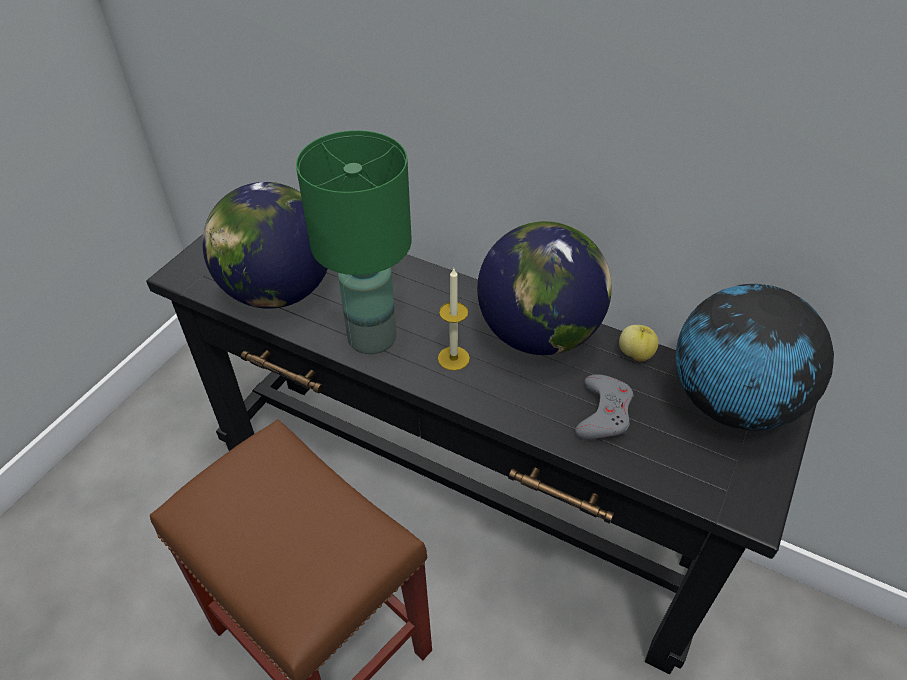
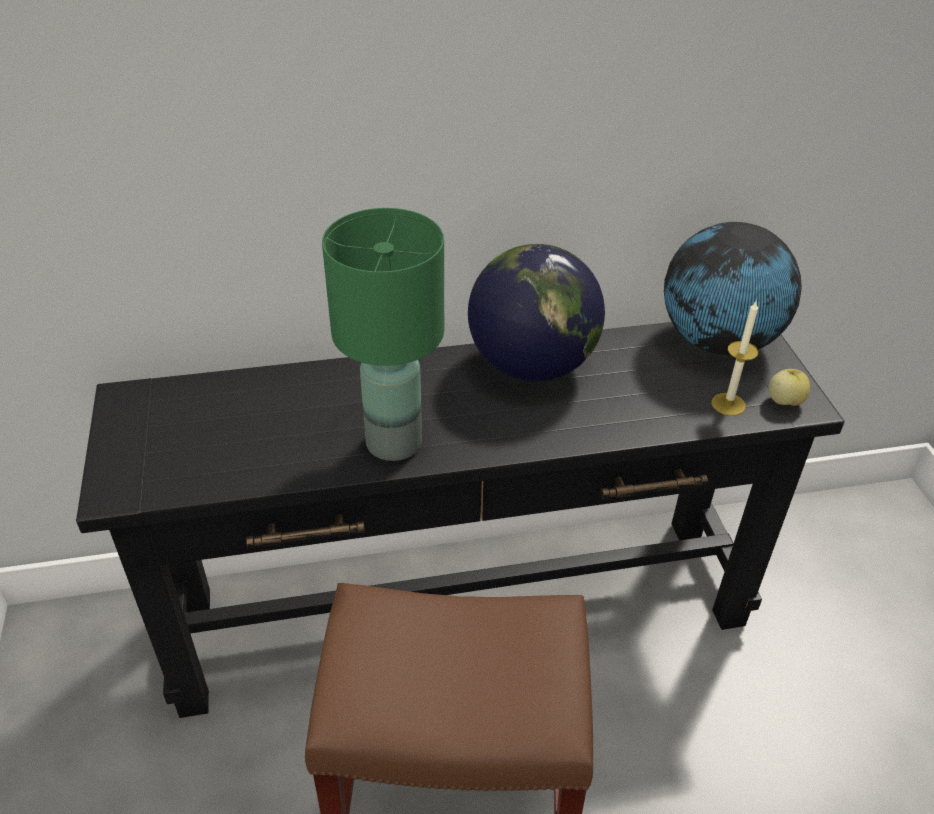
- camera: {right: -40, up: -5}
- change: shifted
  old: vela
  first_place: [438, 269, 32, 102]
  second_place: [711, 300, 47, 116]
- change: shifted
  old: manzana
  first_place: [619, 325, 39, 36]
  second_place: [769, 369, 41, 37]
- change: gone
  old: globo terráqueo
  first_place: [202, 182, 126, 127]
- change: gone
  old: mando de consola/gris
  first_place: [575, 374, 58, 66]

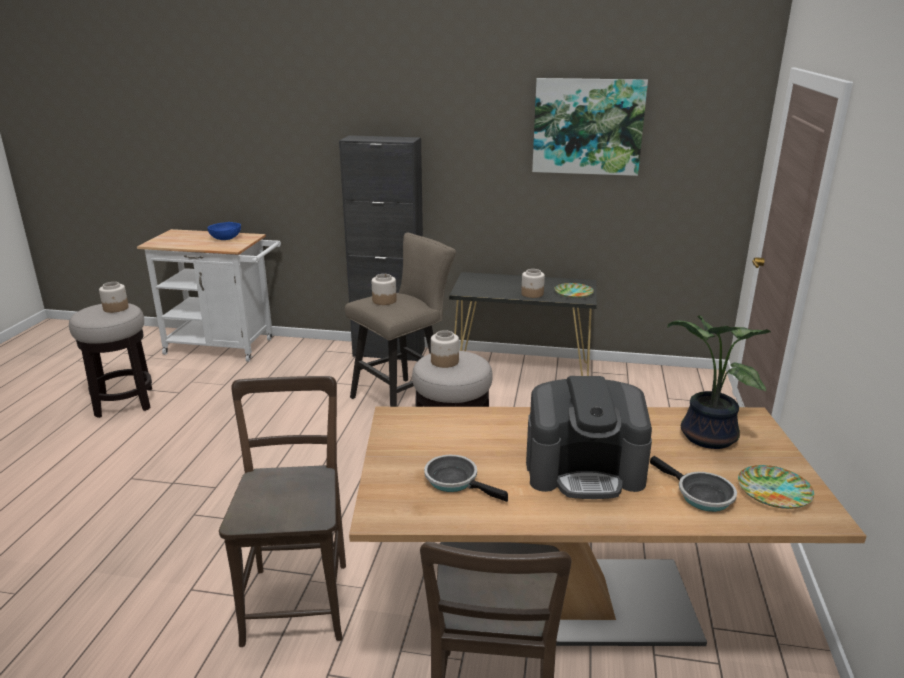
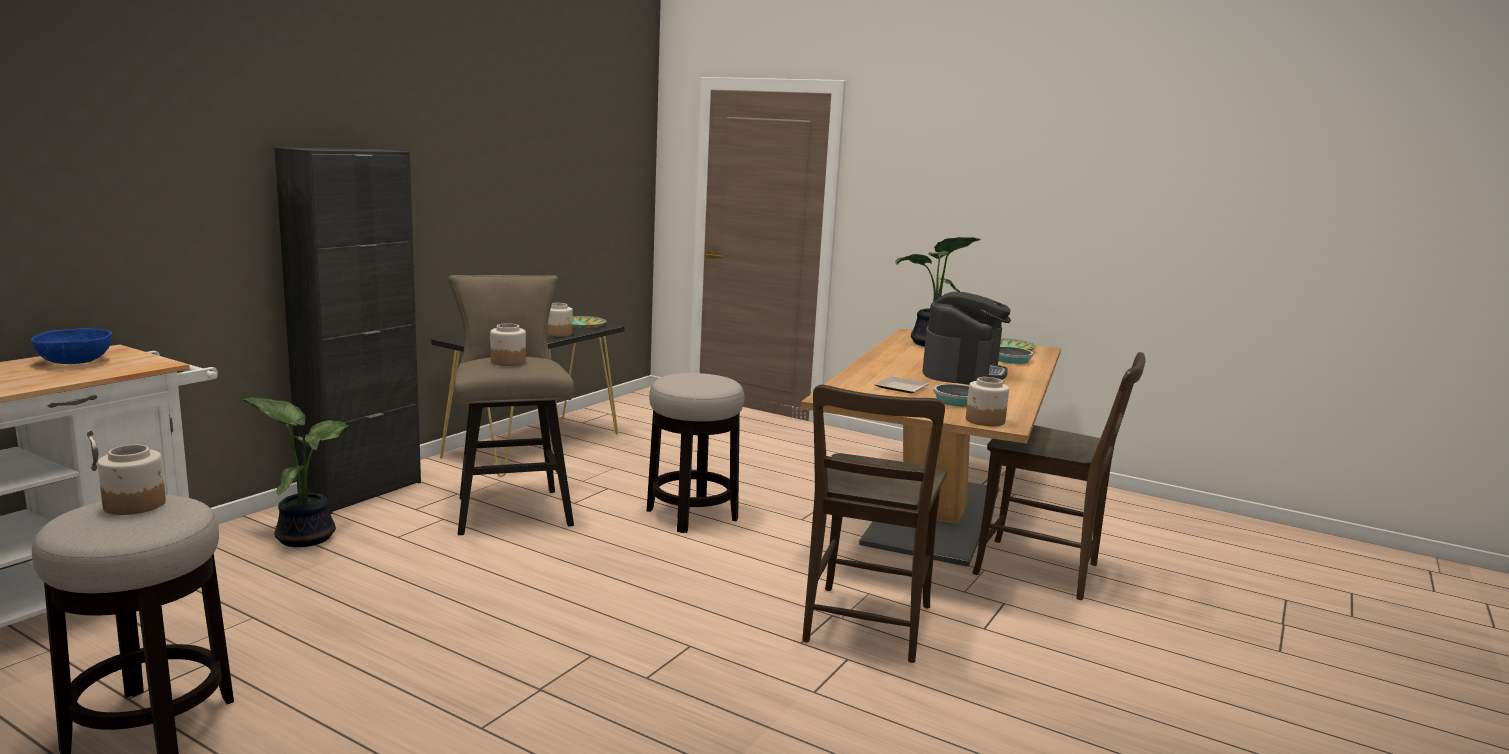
- camera: {right: -70, up: -10}
- change: new
  new: planta en maceta
  second_place: [242, 397, 109, 150]
- change: rotated
  old: silla/marrón
  first_place: [219, 376, 127, 271]
  second_place: [802, 385, 145, 278]
  degrees: -90
- change: new
  new: plato
  second_place: [874, 376, 55, 17]
- change: shifted
  old: tarro
  first_place: [431, 330, 28, 38]
  second_place: [966, 377, 43, 49]
- change: gone
  old: cuadro
  first_place: [532, 78, 116, 98]

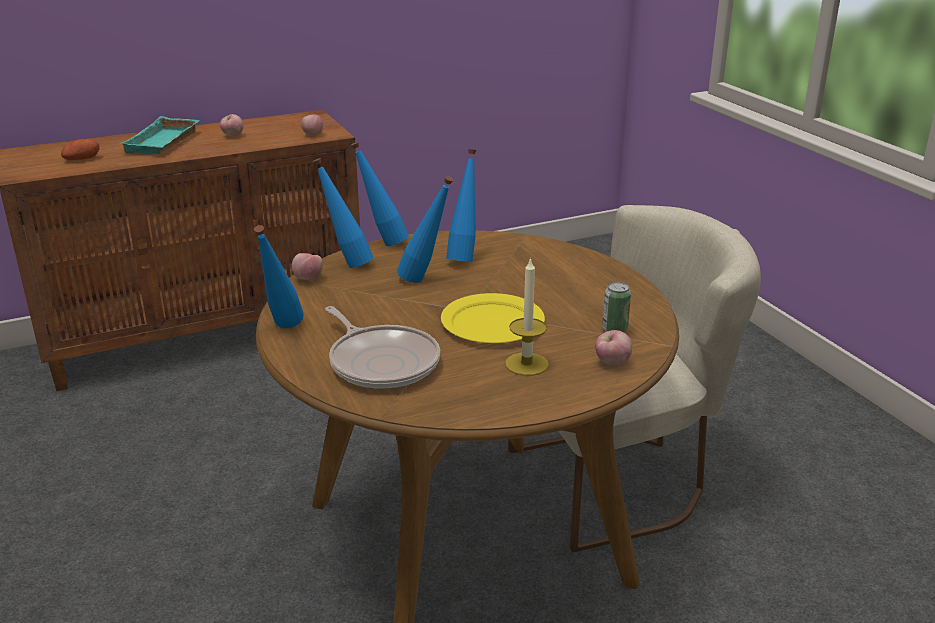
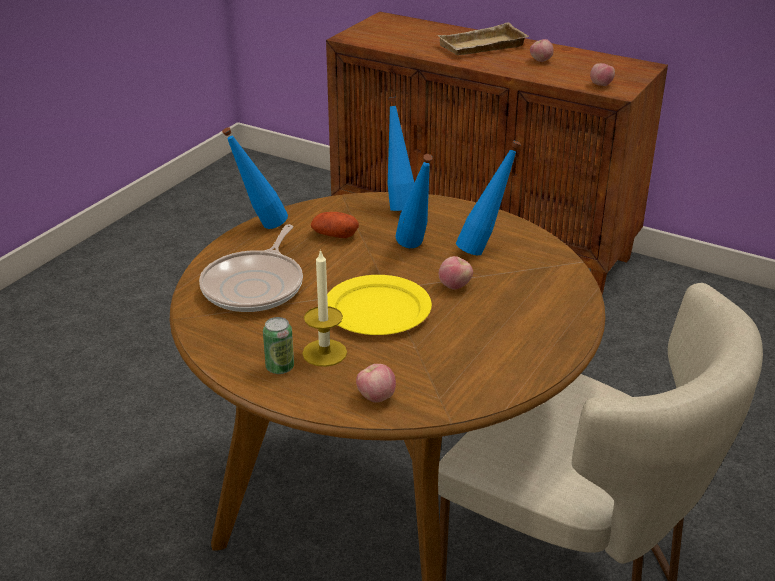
- camera: {right: 55, up: 5}
- change: shifted
  old: lata
  first_place: [602, 282, 29, 50]
  second_place: [263, 317, 31, 57]
- change: shifted
  old: patata
  first_place: [61, 139, 39, 21]
  second_place: [311, 212, 48, 26]
- change: repainted
  old: bandeja/turquesa
  new: bandeja/beis
  first_place: [119, 116, 80, 38]
  second_place: [437, 22, 92, 33]
- change: shifted
  old: manzana
  first_place: [292, 253, 31, 28]
  second_place: [439, 256, 34, 34]
- change: gone
  old: botella/azul
  first_place: [351, 142, 58, 104]

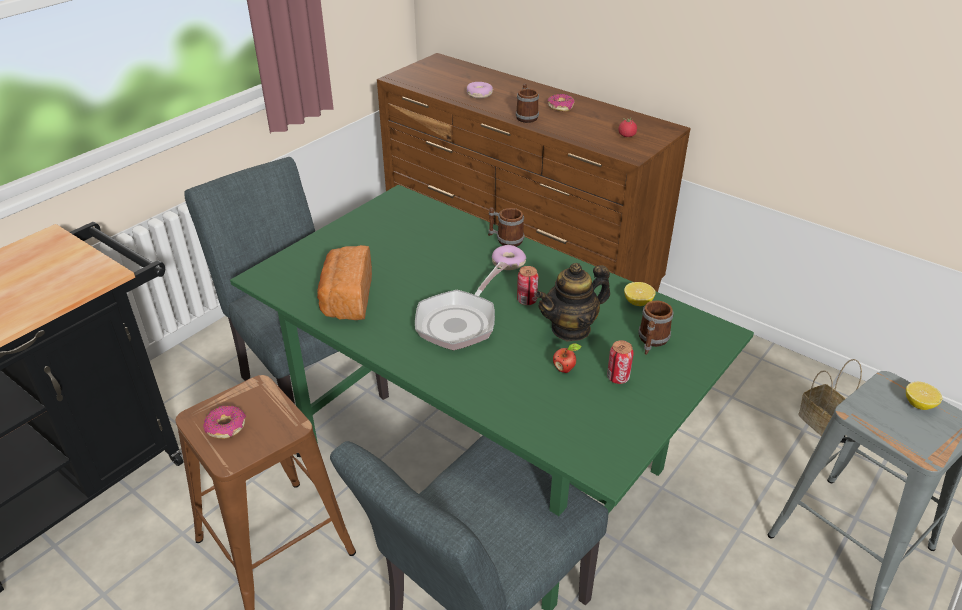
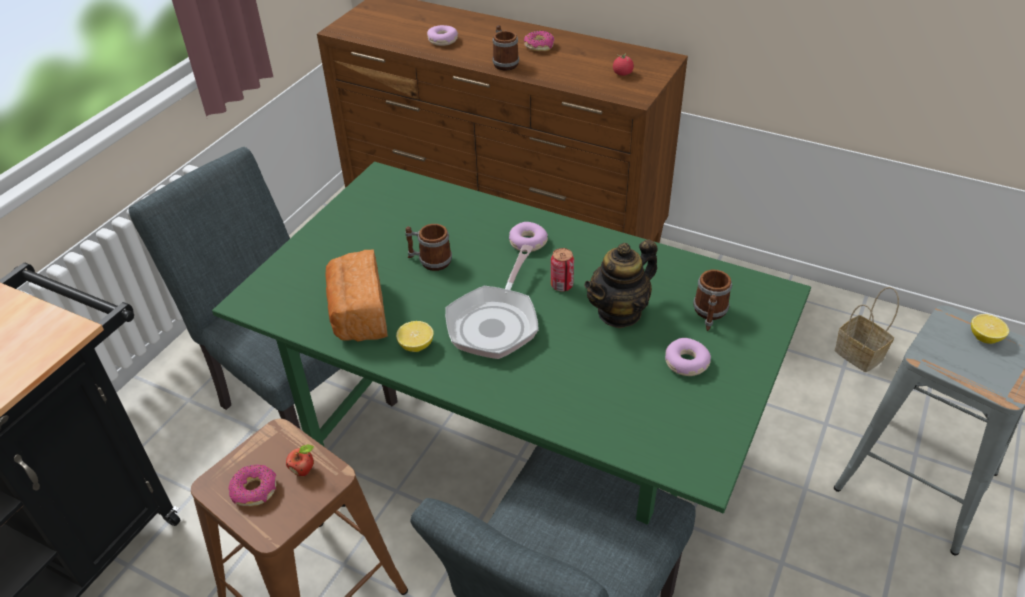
- camera: {right: -10, up: 5}
- change: shifted
  old: manzana
  first_place: [553, 343, 28, 30]
  second_place: [286, 444, 28, 32]
- change: shifted
  old: limón
  first_place: [624, 282, 32, 24]
  second_place: [396, 321, 38, 31]
- change: shifted
  old: taza grande
  first_place: [488, 207, 36, 40]
  second_place: [405, 224, 47, 47]
- change: swapped
  old: lata
  new: rosquilla
  first_place: [607, 340, 27, 44]
  second_place: [665, 338, 46, 38]

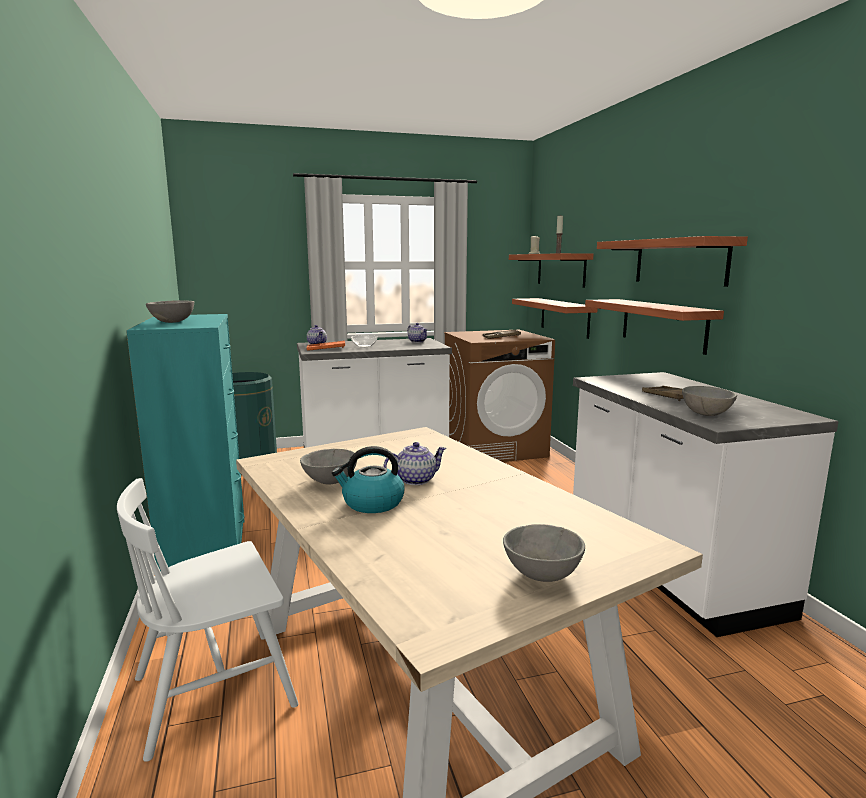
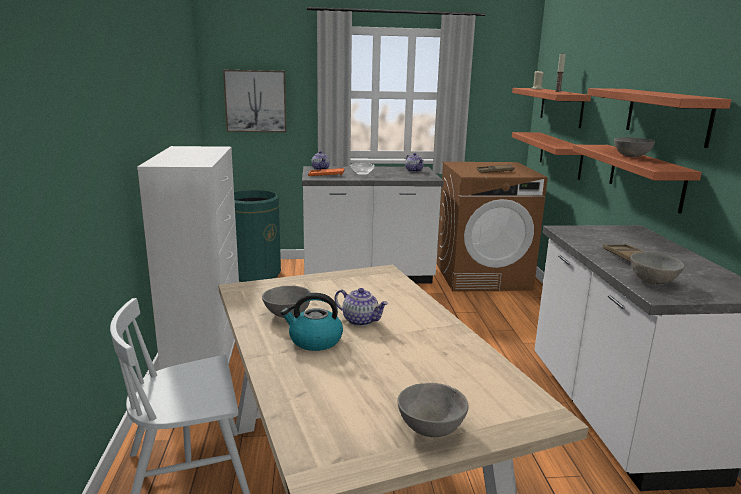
- camera: {right: 10, up: 5}
- change: repainted
  old: cómoda/turquesa
  new: cómoda/blanco
  first_place: [126, 314, 119, 257]
  second_place: [137, 146, 102, 224]
- change: new
  new: cuadro
  second_place: [223, 70, 64, 62]
- change: rotated
  old: tetera
  first_place: [384, 442, 63, 43]
  second_place: [335, 288, 53, 38]
  degrees: 45
- change: shifted
  old: cuenco/gris
  first_place: [146, 300, 48, 23]
  second_place: [614, 137, 41, 20]

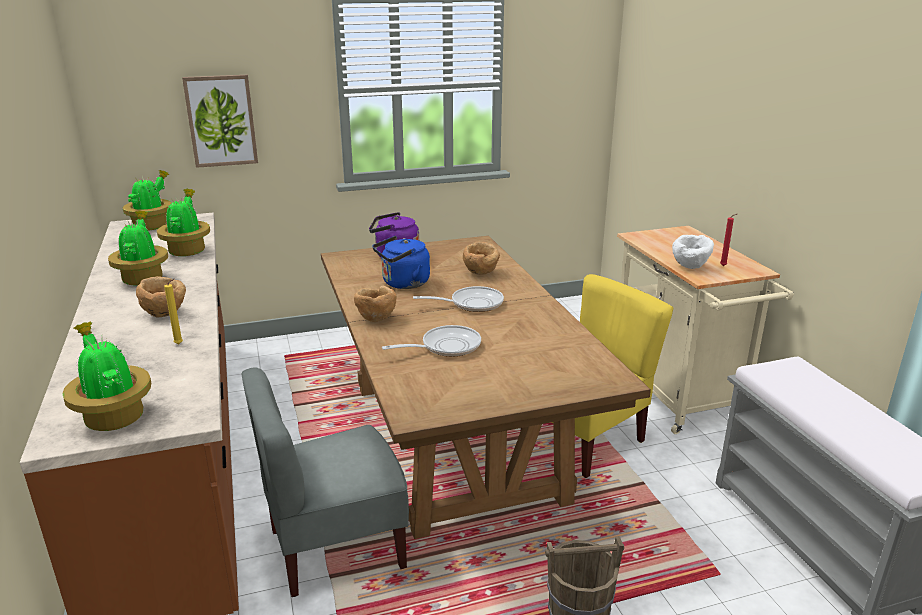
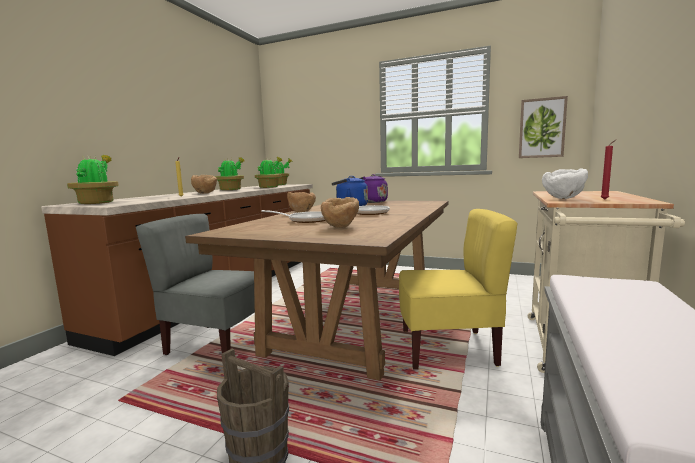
- camera: {right: 40, up: -15}
- change: shifted
  old: cuenco/marrón
  first_place: [463, 241, 37, 34]
  second_place: [321, 197, 38, 31]
- change: shifted
  old: cuadro
  first_place: [182, 75, 76, 93]
  second_place: [519, 96, 49, 62]

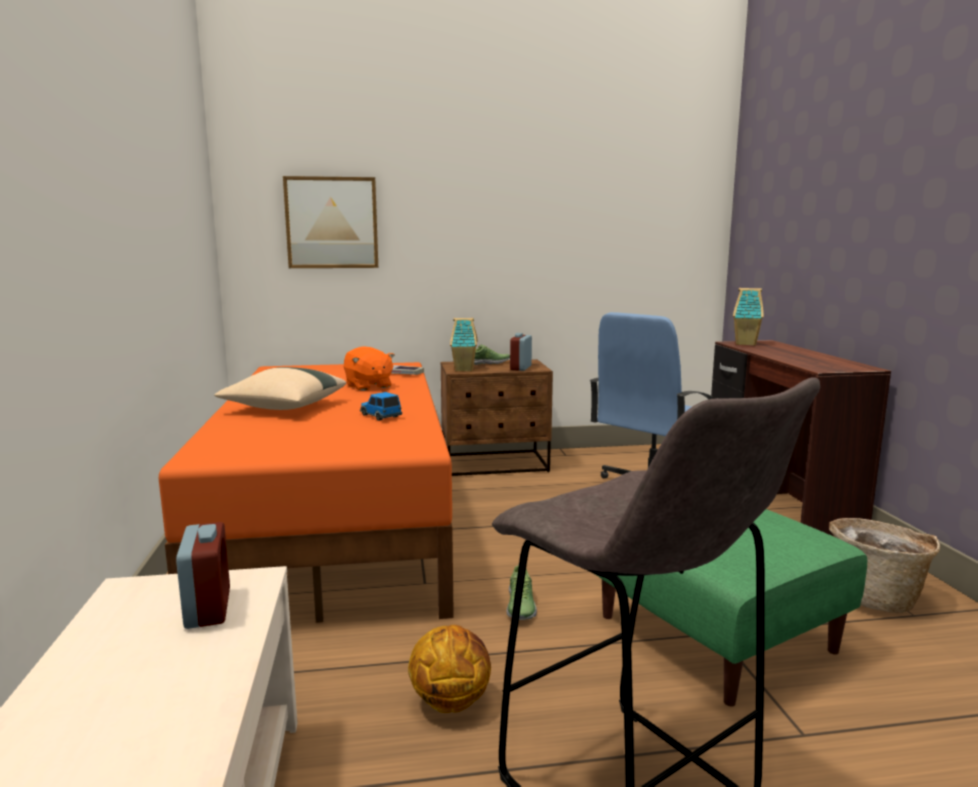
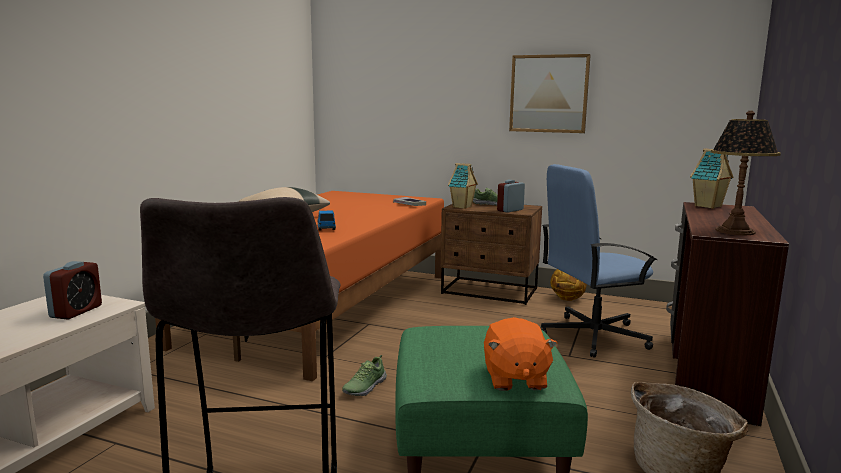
- camera: {right: 30, up: 0}
- change: shifted
  old: peluche/naranja
  first_place: [344, 346, 51, 45]
  second_place: [484, 317, 74, 74]
- change: shifted
  old: cuadro
  first_place: [283, 176, 95, 92]
  second_place: [509, 54, 82, 79]
- change: shifted
  old: balón de baloncesto
  first_place: [408, 625, 83, 88]
  second_place: [550, 269, 37, 32]
- change: new
  new: lámpara de mesa
  second_place: [711, 111, 70, 124]

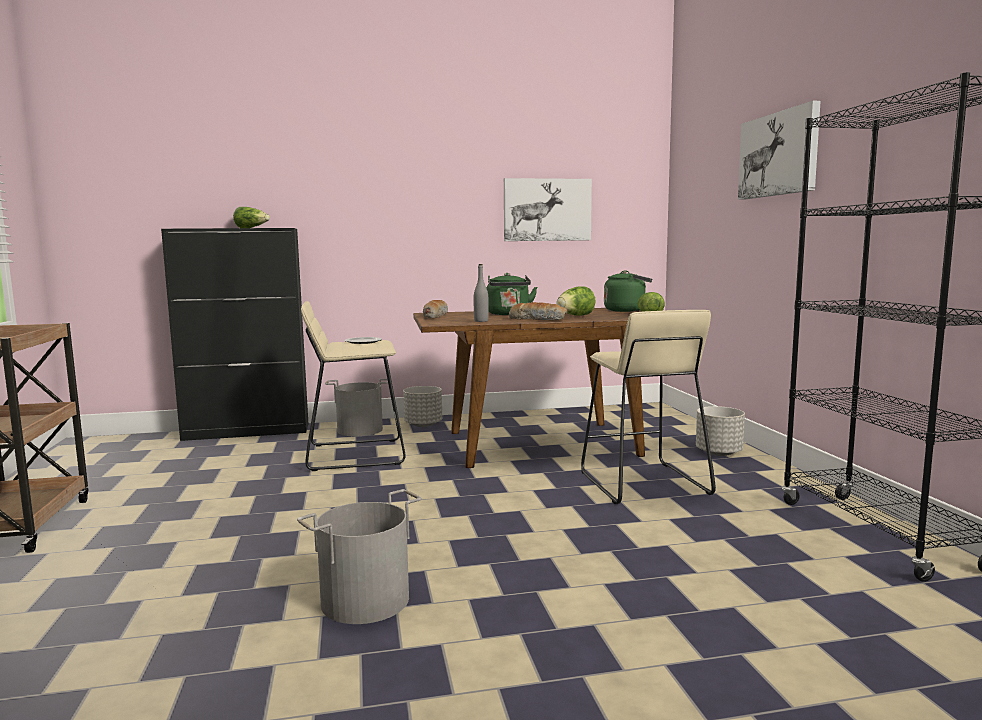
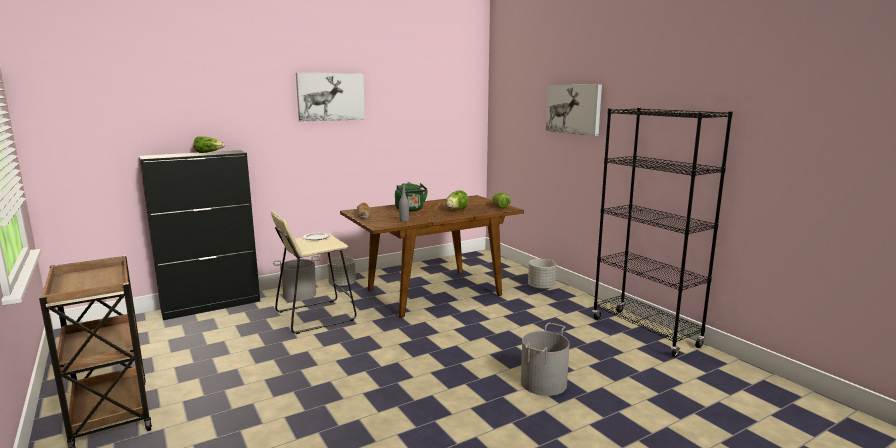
- camera: {right: -20, up: 5}
- change: shifted
  old: cuadro
  first_place: [504, 178, 88, 63]
  second_place: [296, 73, 69, 49]
- change: shifted
  old: cubo/gris
  first_place: [297, 489, 125, 135]
  second_place: [521, 323, 49, 73]
- change: gone
  old: pan
  first_place: [509, 302, 58, 18]
- change: gone
  old: taburete/beis
  first_place: [581, 310, 135, 194]
- change: gone
  old: hervidor/verde
  first_place: [604, 270, 48, 42]

